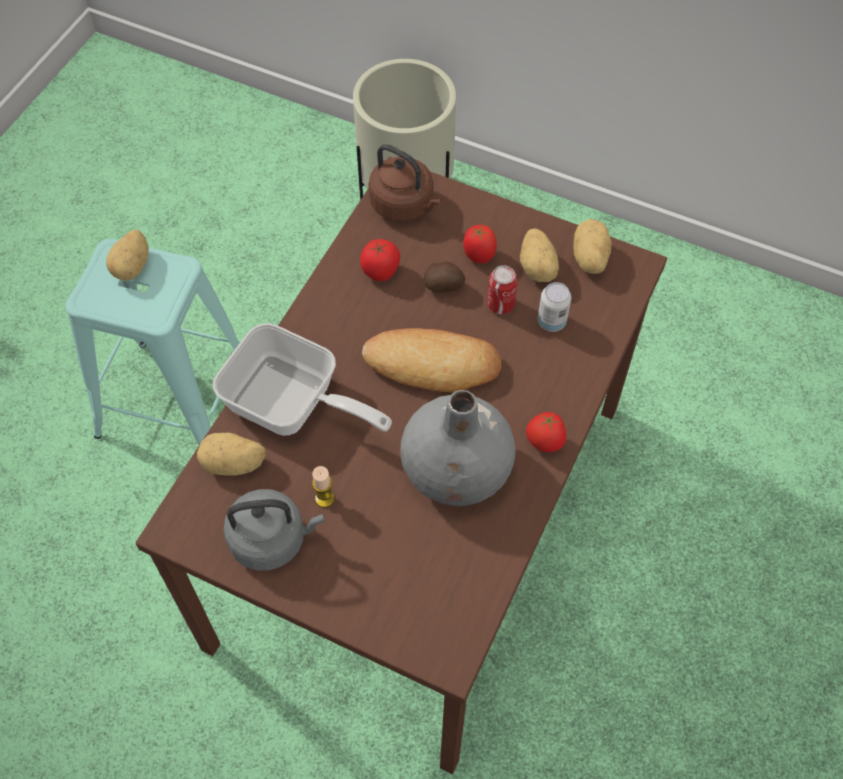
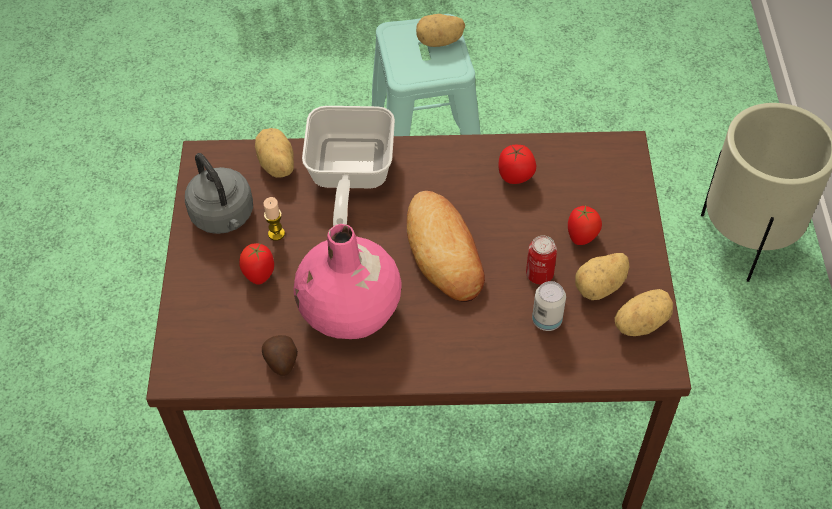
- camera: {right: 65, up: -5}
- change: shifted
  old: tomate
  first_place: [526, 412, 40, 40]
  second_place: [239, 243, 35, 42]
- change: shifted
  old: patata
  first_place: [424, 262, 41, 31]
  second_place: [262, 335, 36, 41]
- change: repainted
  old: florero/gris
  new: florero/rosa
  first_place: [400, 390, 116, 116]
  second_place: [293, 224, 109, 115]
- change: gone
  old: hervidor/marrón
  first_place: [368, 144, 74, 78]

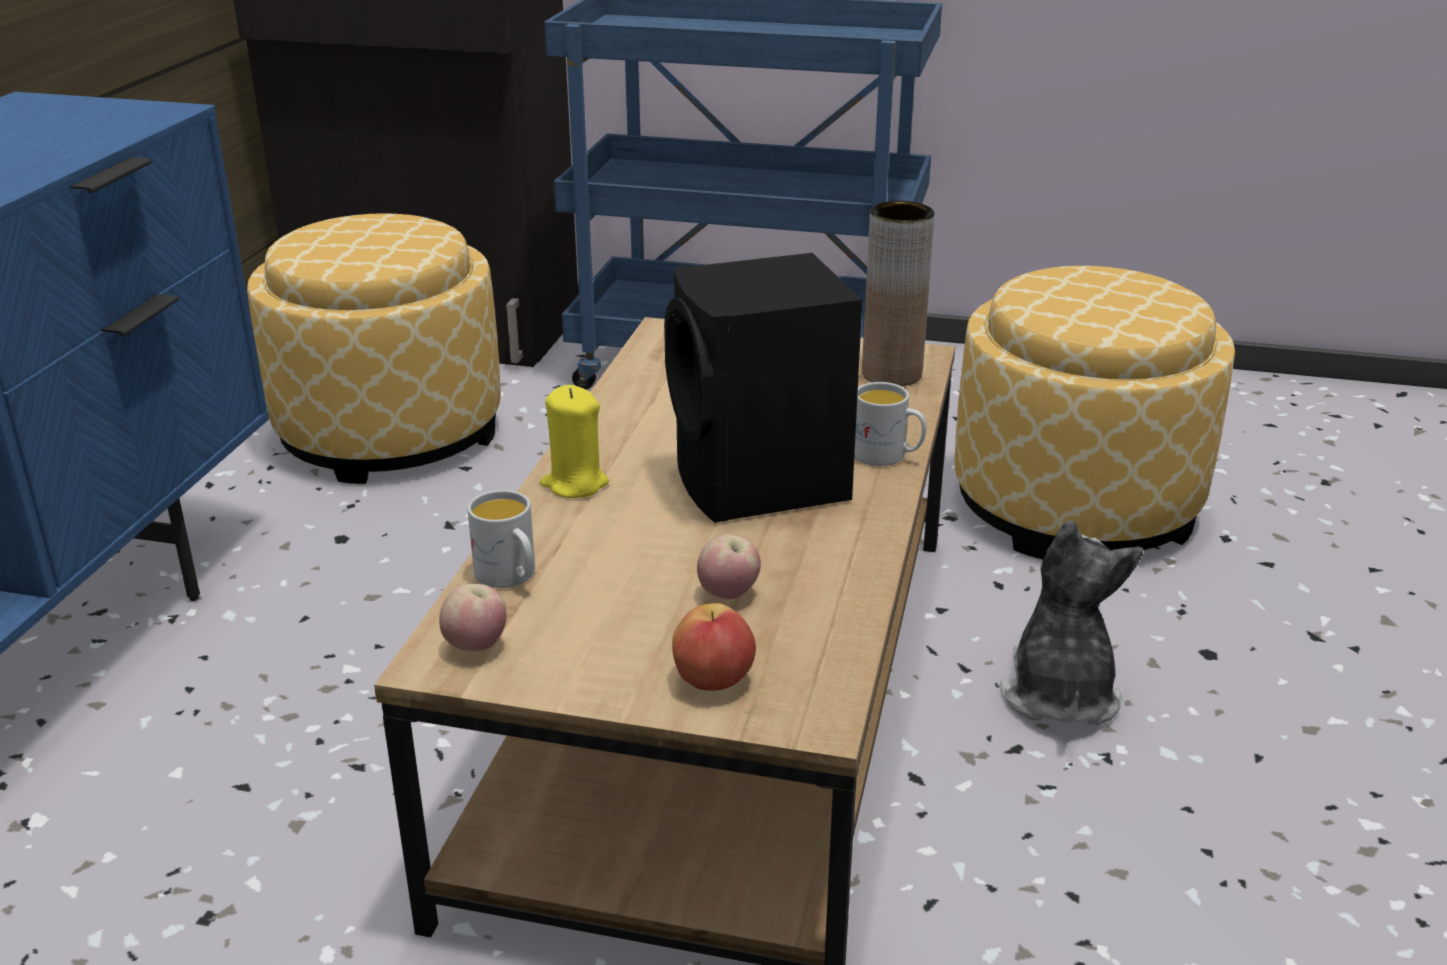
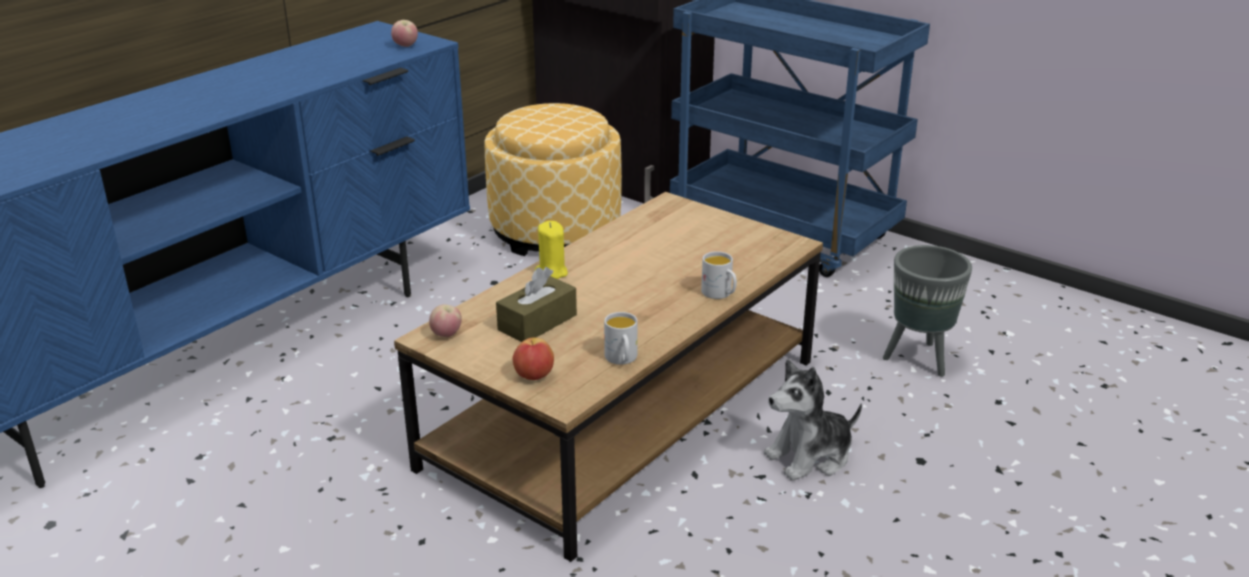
- camera: {right: 25, up: 0}
- change: shifted
  old: manzana
  first_place: [697, 534, 64, 65]
  second_place: [391, 20, 27, 27]
- change: new
  new: caja de pañuelos/marrón
  second_place: [496, 267, 81, 75]
- change: shifted
  old: taza grande/blanco
  first_place: [467, 490, 68, 98]
  second_place: [604, 312, 34, 53]
- change: rotated
  old: peluche
  first_place: [1000, 520, 144, 205]
  second_place: [764, 359, 98, 122]
  degrees: -150
- change: swapped
  old: puf
  new: maceta/gris
  first_place: [954, 266, 281, 294]
  second_place: [883, 245, 89, 132]
- change: gone
  old: altavoz/negro
  first_place: [664, 253, 198, 270]
- change: gone
  old: florero/marrón
  first_place: [862, 201, 73, 185]

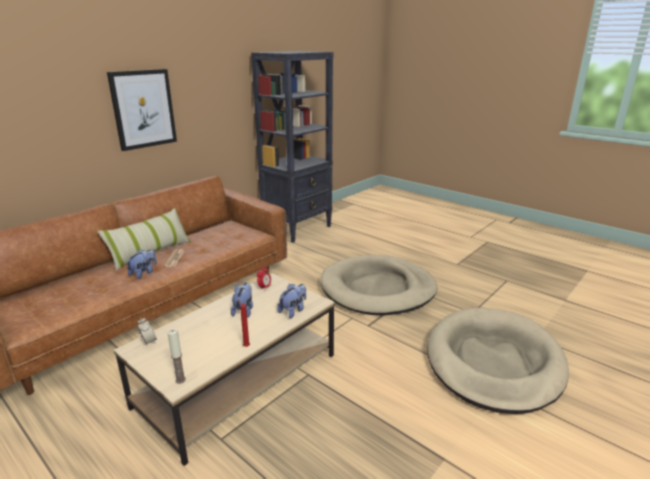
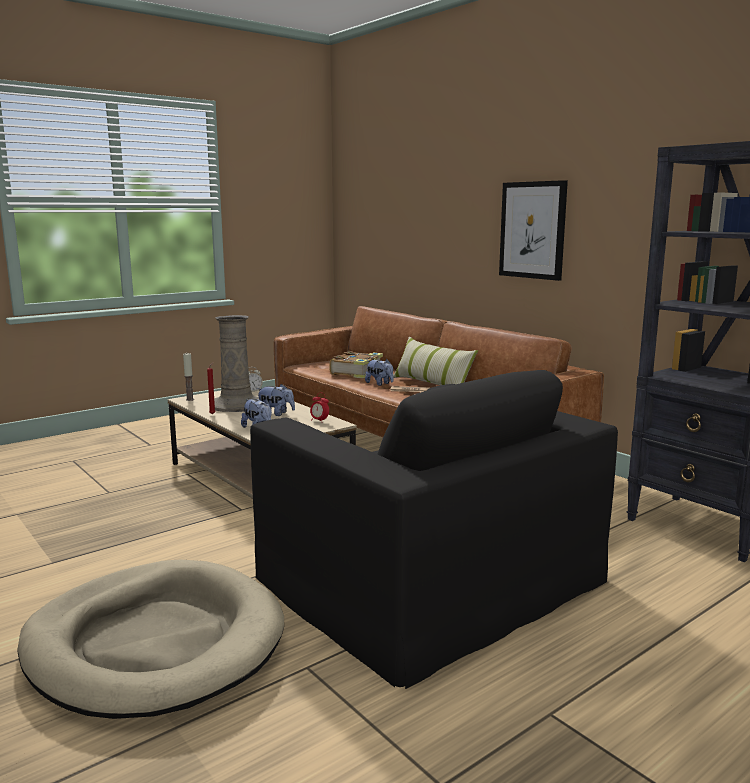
- camera: {right: 100, up: -10}
- change: new
  new: florero/beis
  second_place: [214, 315, 45, 97]
- change: swapped
  old: cama para perro/beis
  new: sillón/negro
  first_place: [320, 255, 117, 60]
  second_place: [250, 370, 368, 319]
- change: new
  new: libro
  second_place: [329, 351, 54, 28]

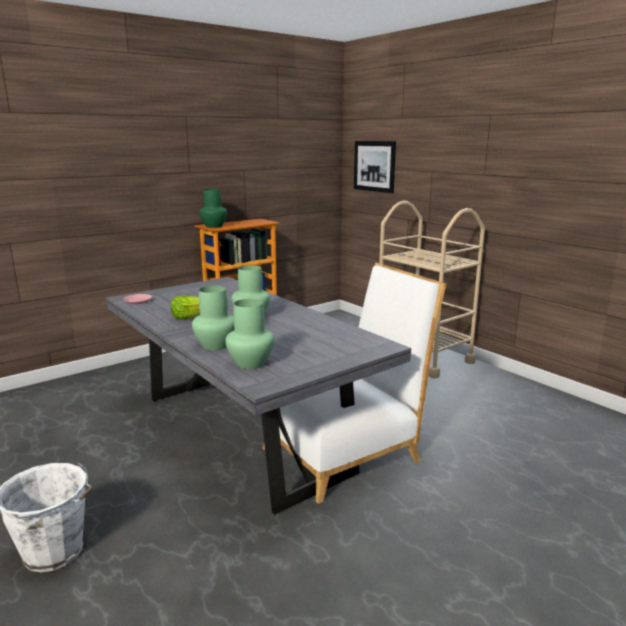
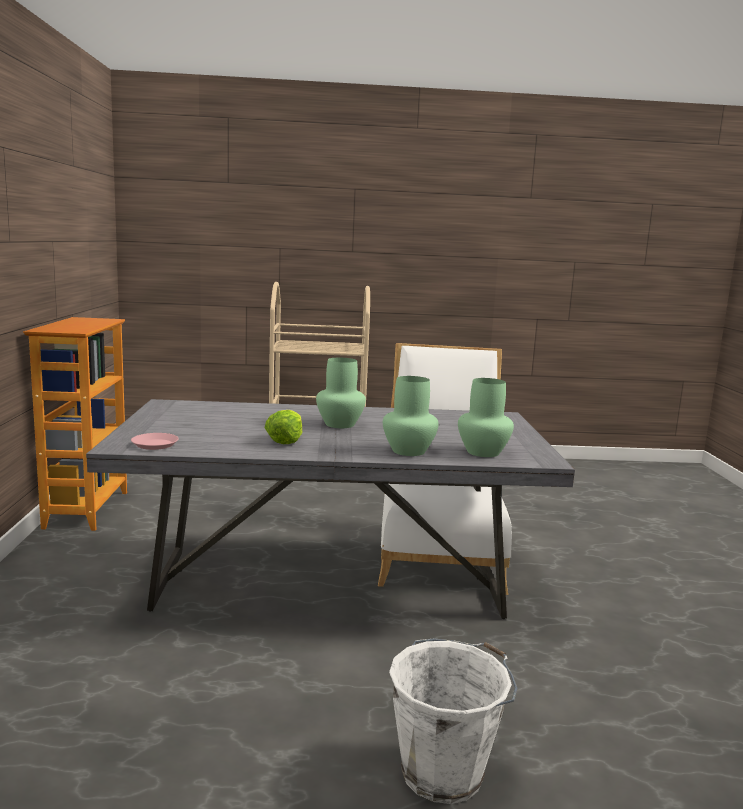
- camera: {right: -55, up: -5}
- change: gone
  old: florero/verde
  first_place: [199, 189, 28, 39]
- change: gone
  old: cuadro
  first_place: [354, 141, 42, 52]

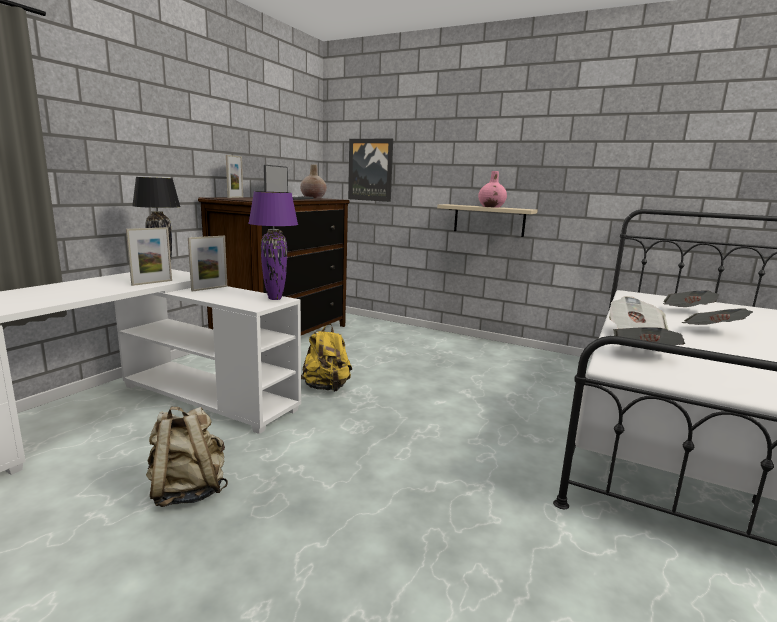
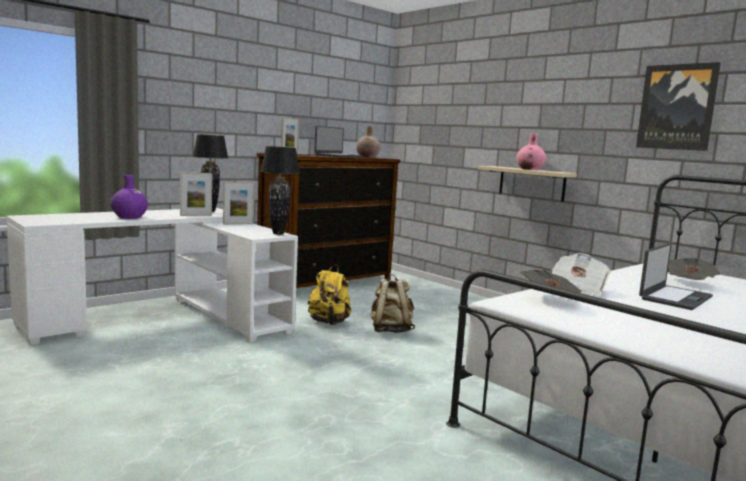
- camera: {right: 20, up: -5}
- change: new
  new: florero/morado
  second_place: [110, 175, 38, 44]
- change: repainted
  old: lámpara de mesa/morado
  new: lámpara de mesa/negro
  first_place: [248, 191, 50, 109]
  second_place: [260, 146, 40, 89]
- change: shifted
  old: mochila/beis
  first_place: [146, 407, 82, 100]
  second_place: [370, 274, 45, 59]
- change: shifted
  old: cuadro
  first_place: [348, 139, 45, 63]
  second_place: [636, 62, 85, 89]
- change: swapped
  old: periódico
  new: portátil
  first_place: [681, 308, 72, 17]
  second_place: [639, 243, 74, 67]

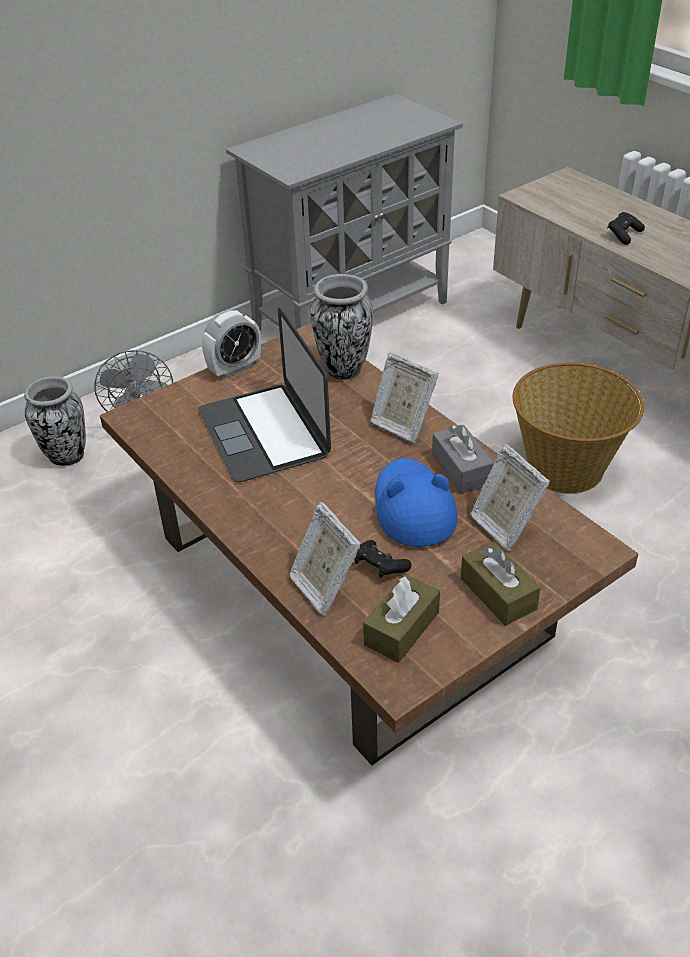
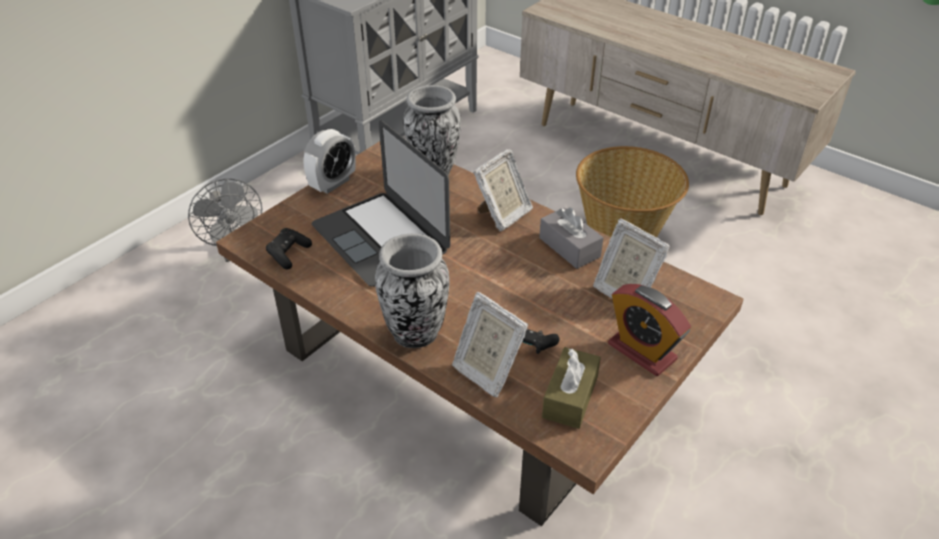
- camera: {right: -15, up: 0}
- change: shifted
  old: mando de consola/negro
  first_place: [607, 212, 38, 33]
  second_place: [266, 228, 46, 41]
- change: shifted
  old: florero
  first_place: [24, 376, 62, 90]
  second_place: [375, 234, 75, 114]
- change: rotated
  old: portarretratos
  first_place: [370, 352, 68, 92]
  second_place: [473, 149, 60, 82]
  degrees: -75
- change: swapped
  old: caja de pañuelos/marrón
  new: despertador
  first_place: [461, 541, 80, 85]
  second_place: [608, 284, 83, 92]
- change: gone
  old: sombrero/azul
  first_place: [375, 458, 83, 89]

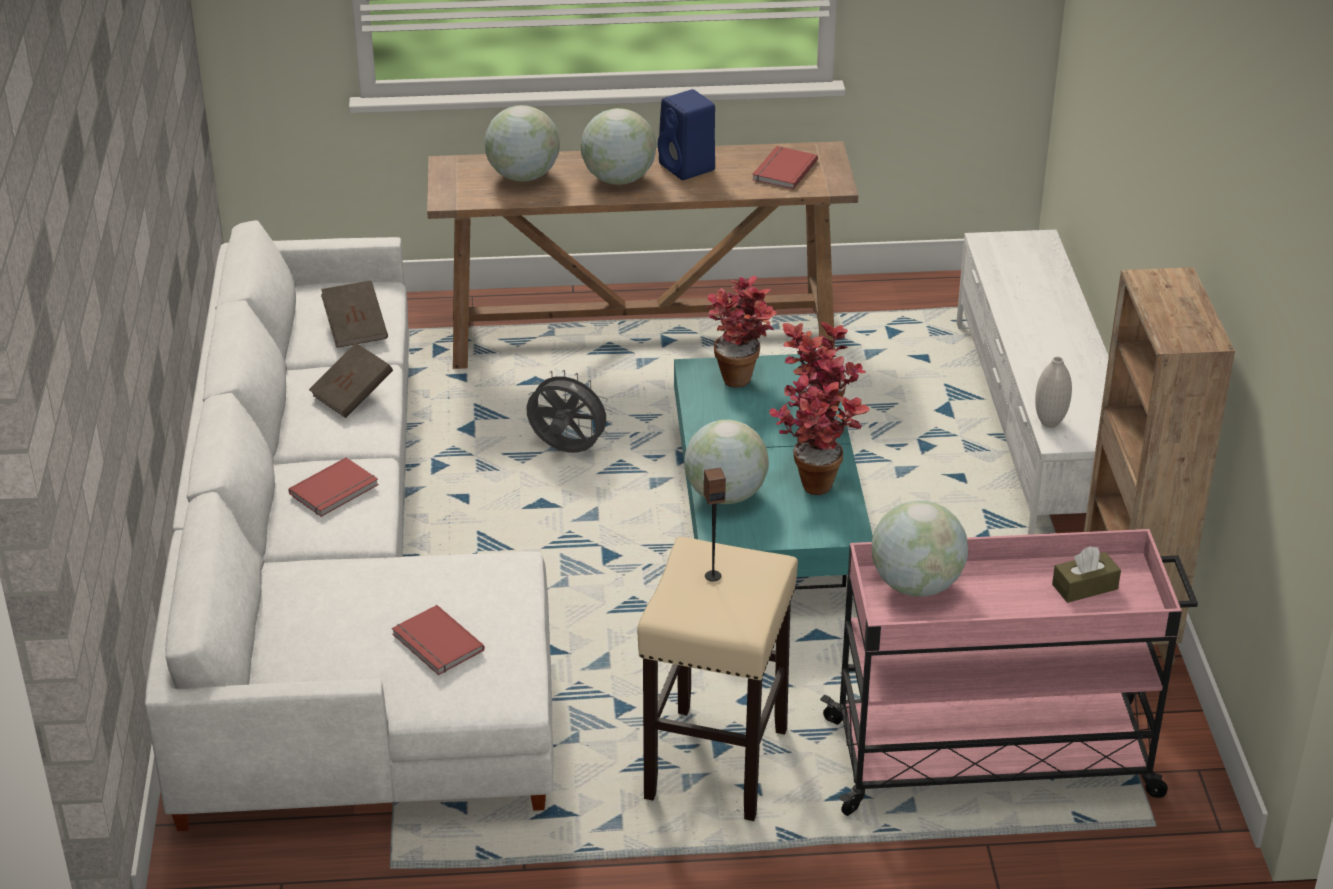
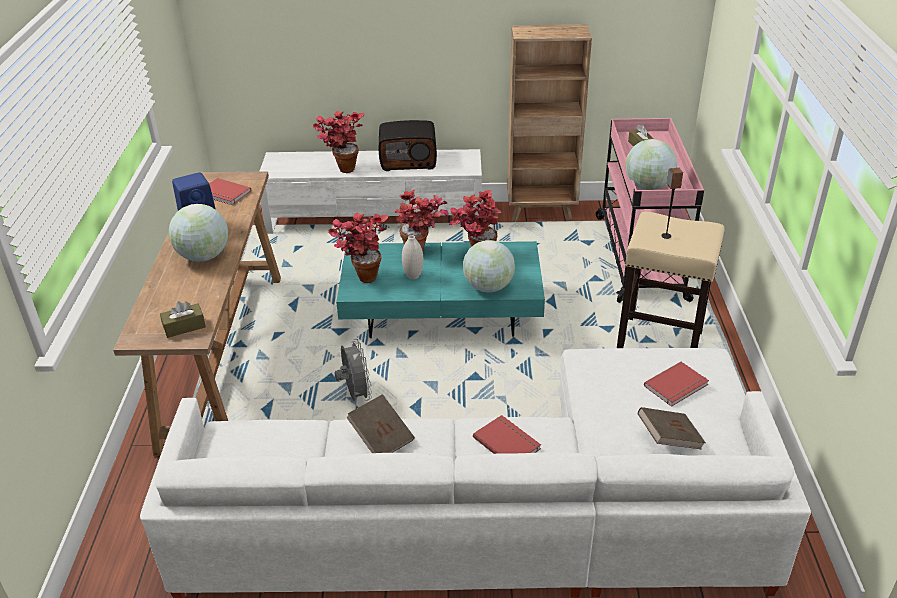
- camera: {right: -85, up: 0}
- change: new
  new: caja de pañuelos/marrón
  second_place: [160, 301, 46, 37]
- change: new
  new: planta en maceta
  second_place: [313, 111, 52, 62]
- change: rotated
  old: ventilador/gris
  first_place: [527, 370, 86, 83]
  second_place: [334, 339, 38, 62]
  degrees: 135
- change: new
  new: radio
  second_place: [379, 120, 58, 51]
- change: shifted
  old: florero/blanco
  first_place: [1035, 356, 37, 72]
  second_place: [402, 235, 22, 45]
- change: shifted
  old: libro/marrón
  first_place: [321, 280, 67, 68]
  second_place: [638, 407, 68, 42]
- change: gone
  old: globo terráqueo
  first_place: [484, 105, 76, 77]

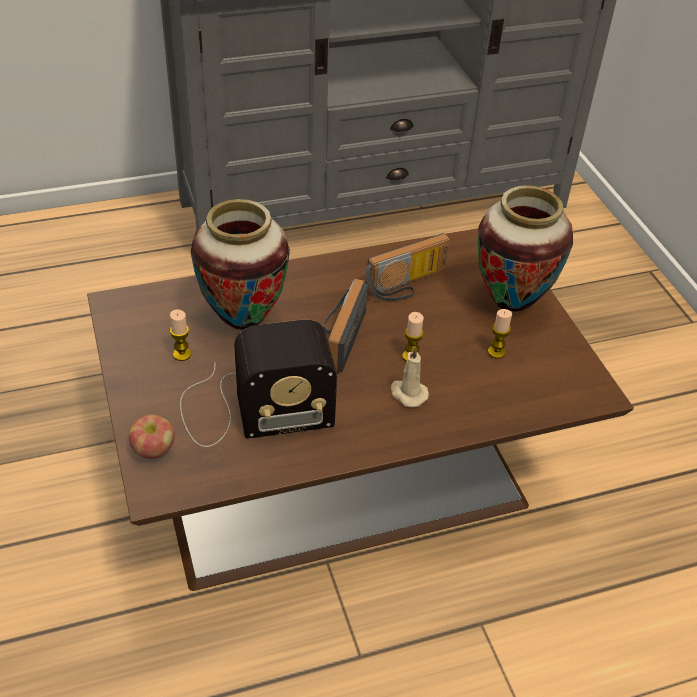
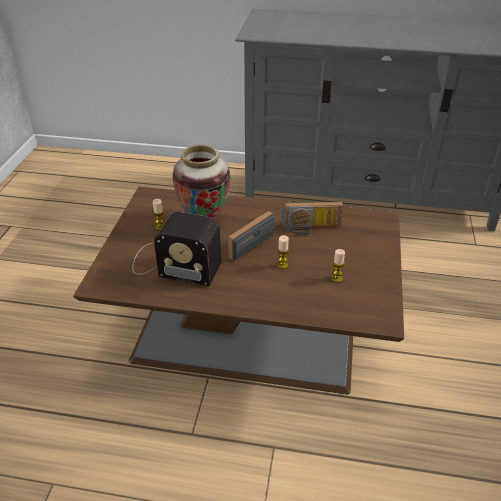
- camera: {right: 30, up: -5}
- change: gone
  old: manzana
  first_place: [128, 415, 47, 44]
- change: gone
  old: vela/beis
  first_place: [391, 346, 38, 61]
- change: gone
  old: florero
  first_place: [478, 185, 95, 128]

